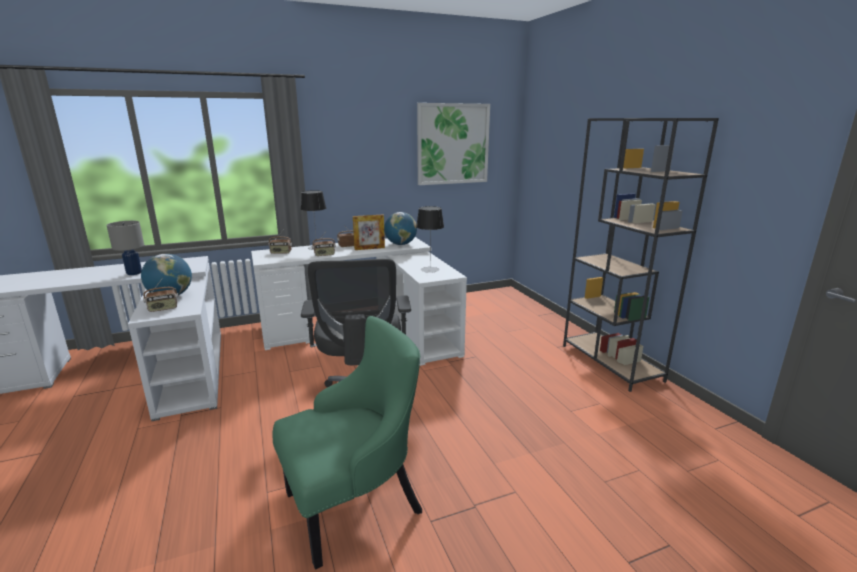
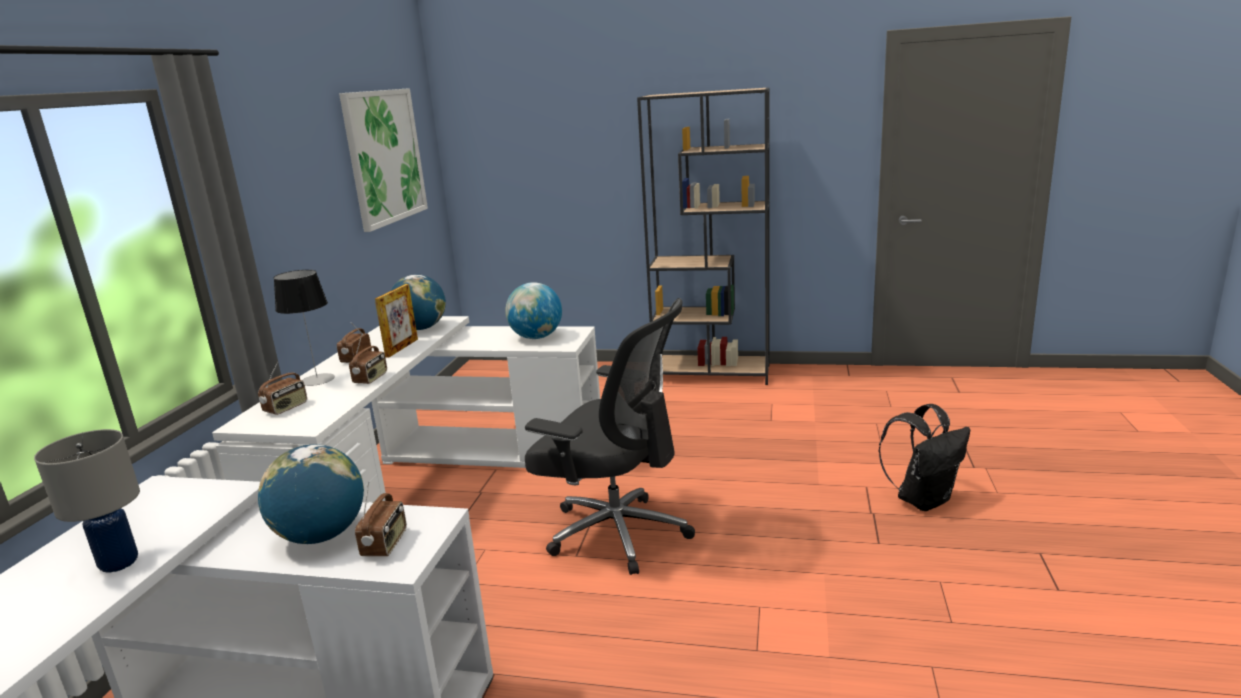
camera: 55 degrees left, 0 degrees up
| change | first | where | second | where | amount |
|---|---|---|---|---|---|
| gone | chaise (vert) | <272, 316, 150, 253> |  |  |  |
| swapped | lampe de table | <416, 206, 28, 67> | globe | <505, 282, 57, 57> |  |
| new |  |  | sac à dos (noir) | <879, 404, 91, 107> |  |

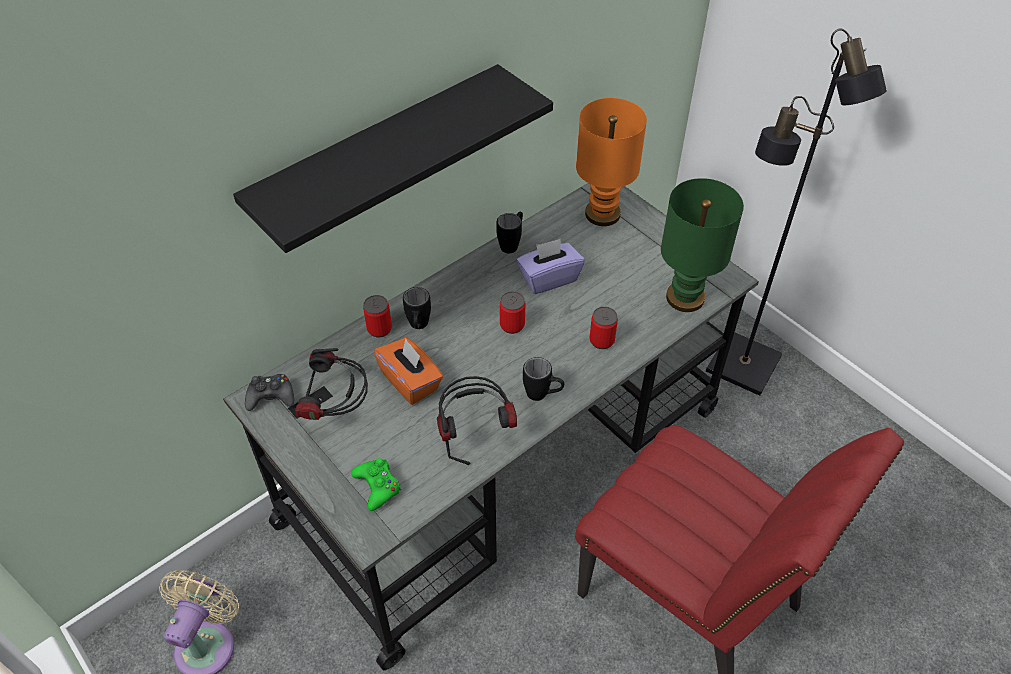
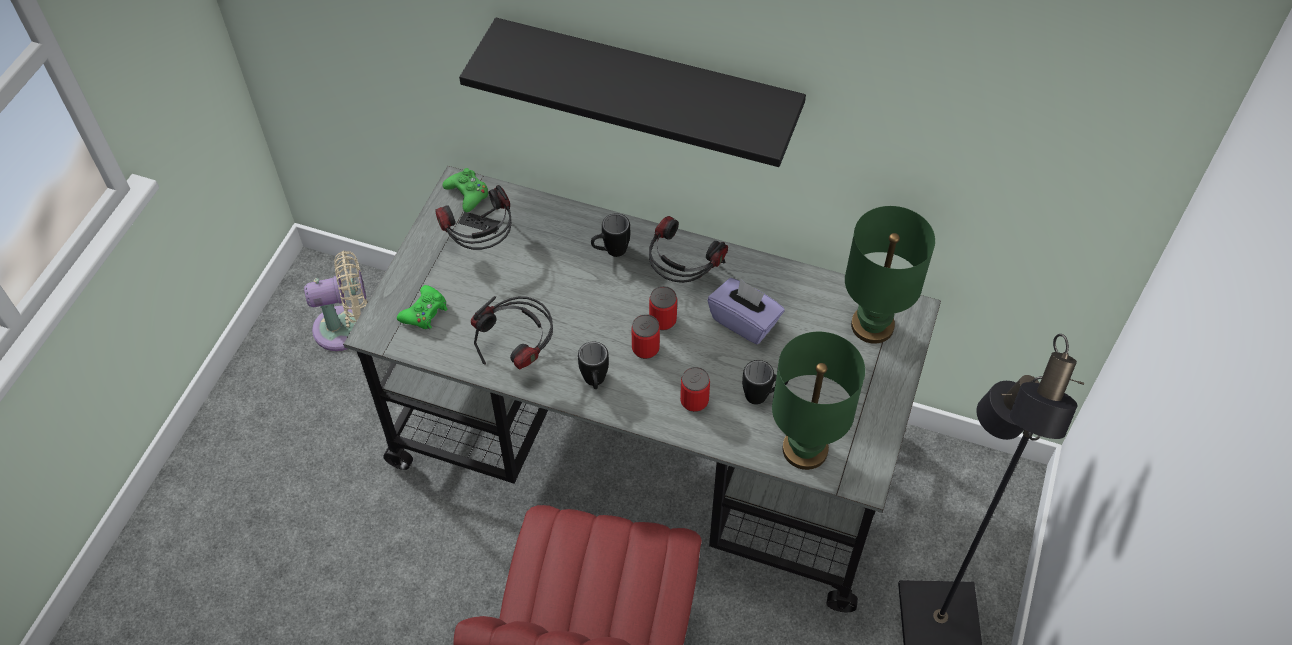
camera: 60 degrees right, 5 degrees up
| change | first | where | second | where | amount |
|---|---|---|---|---|---|
| repainted | manette (noir) | <245, 374, 49, 37> | manette (vert) | <443, 168, 46, 44> |  |
| shifted | boîte métallique | <363, 295, 29, 42> |  | <632, 314, 28, 45> |  |
| gone | boîte à mouchoirs (orange) | <374, 338, 69, 67> |  |  |  |
| shifted | mug (noir) | <496, 212, 27, 41> |  | <742, 360, 47, 45> |  |
| repainted | lampe de table (orange) | <576, 98, 71, 128> | lampe de table (vert) | <845, 206, 90, 138> |  |
| new |  |  | casque audio | <649, 216, 79, 67> |  |

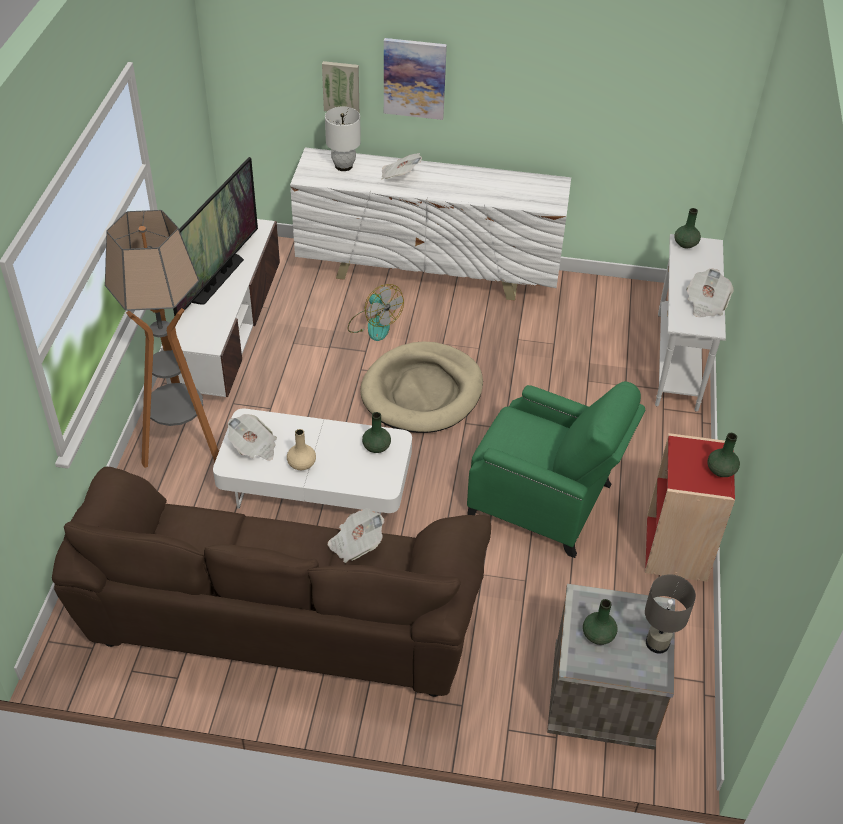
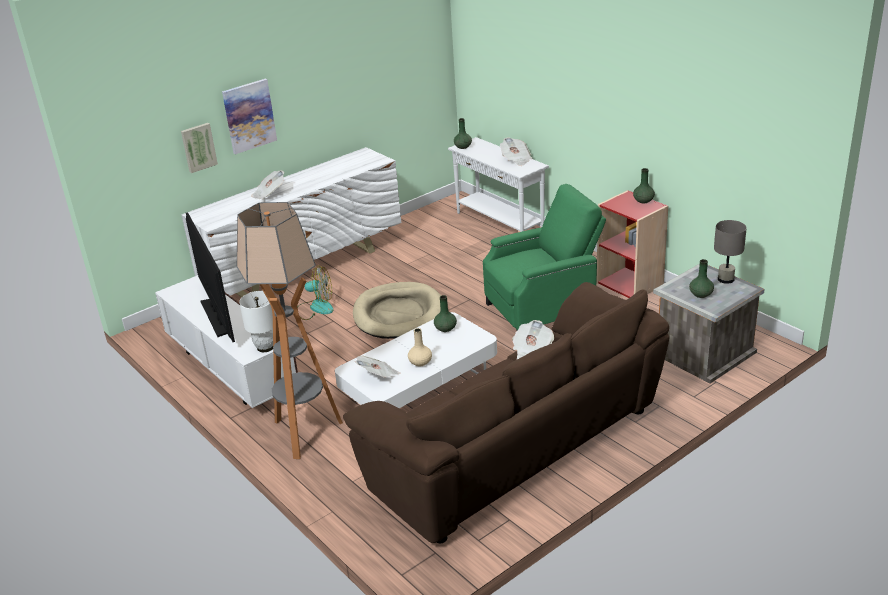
camera: 45 degrees left, 15 degrees down
| change | first | where | second | where | amount |
|---|---|---|---|---|---|
| shifted | lampe de table (blanc) | <325, 107, 36, 64> |  | <239, 291, 34, 61> |  |

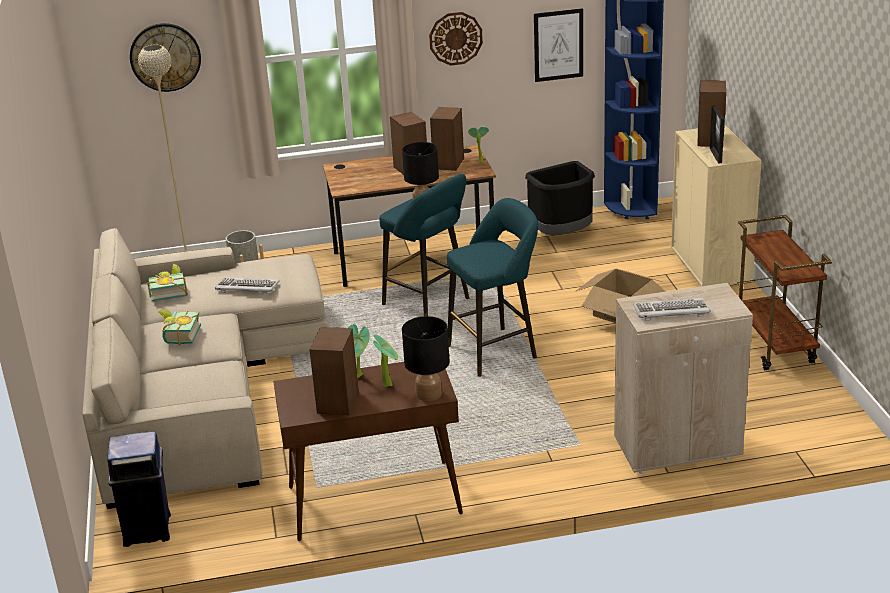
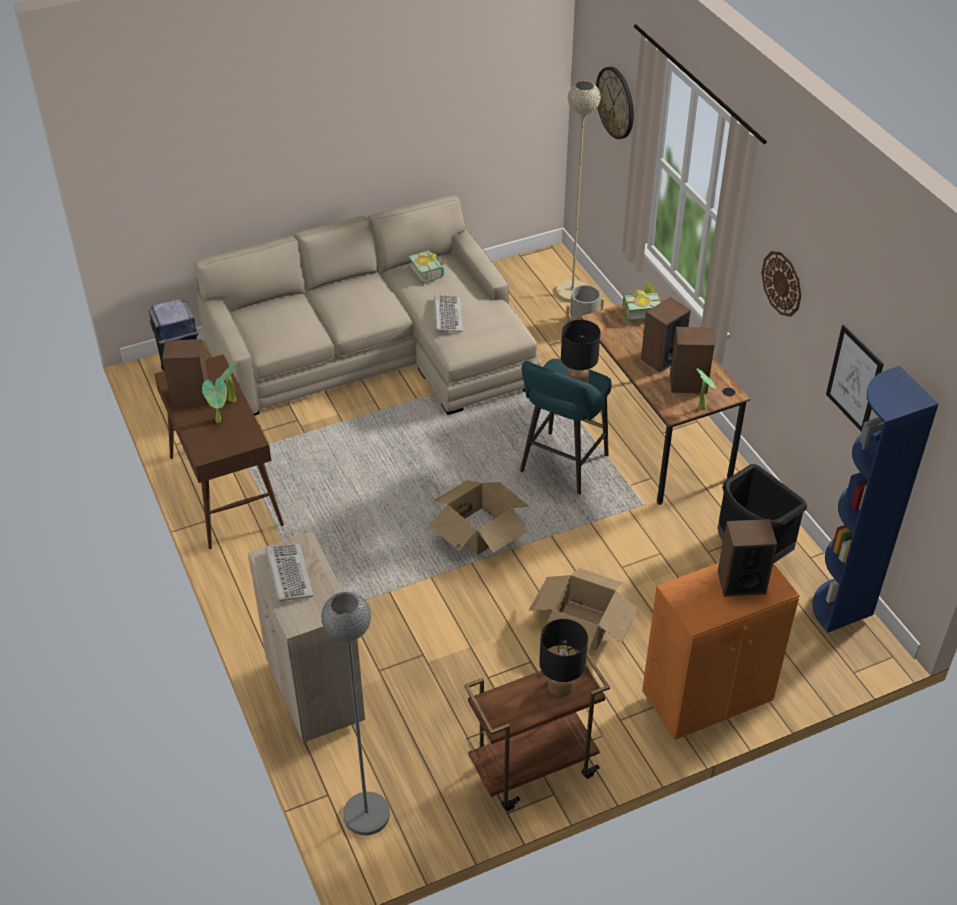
camera: 75 degrees right, 15 degrees up
| change | first | where | second | where | amount |
|---|---|---|---|---|---|
| shifted | livre | <158, 309, 43, 37> |  | <623, 282, 38, 39> |  |
| shifted | lampe de table (noir) | <402, 316, 48, 85> |  | <539, 619, 49, 78> |  |
| swapped | tabouret (turquoise) | <447, 198, 91, 179> | carton | <430, 480, 99, 75> |  |
| repainted | meuble de rangement (beige) | <671, 125, 90, 161> | meuble de rangement (orange) | <642, 563, 158, 177> |  |
| gone | cadre photo | <710, 105, 14, 58> |  |  |  |
| new |  |  | lampadaire (gris) | <321, 592, 69, 243> |  |

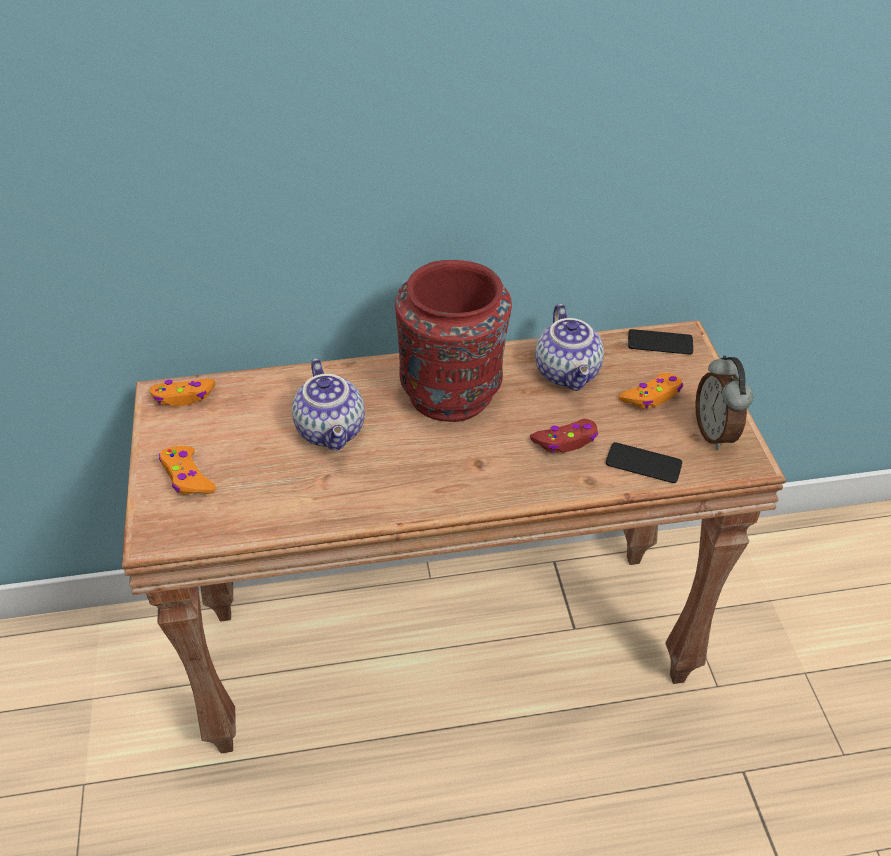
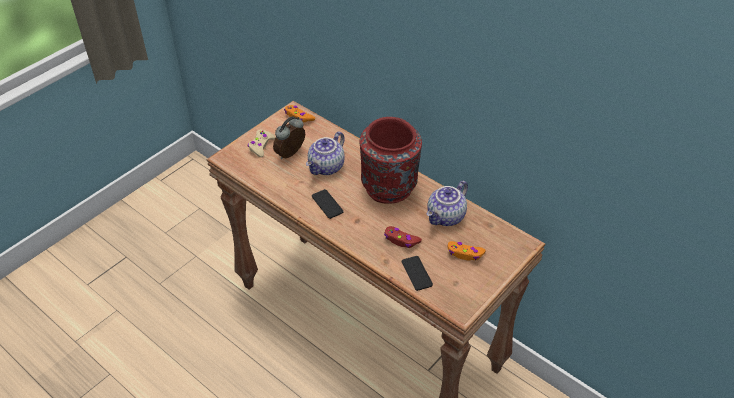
camera: 50 degrees right, 0 degrees up
| change | first | where | second | where | amount |
|---|---|---|---|---|---|
| repainted | manette (orange) | <159, 446, 57, 48> | manette (beige) | <248, 129, 28, 28> |  |
| shifted | téléphone | <628, 329, 65, 25> |  | <312, 189, 31, 30> |  |
| shifted | réveil | <695, 356, 58, 94> |  | <273, 116, 32, 43> |  |

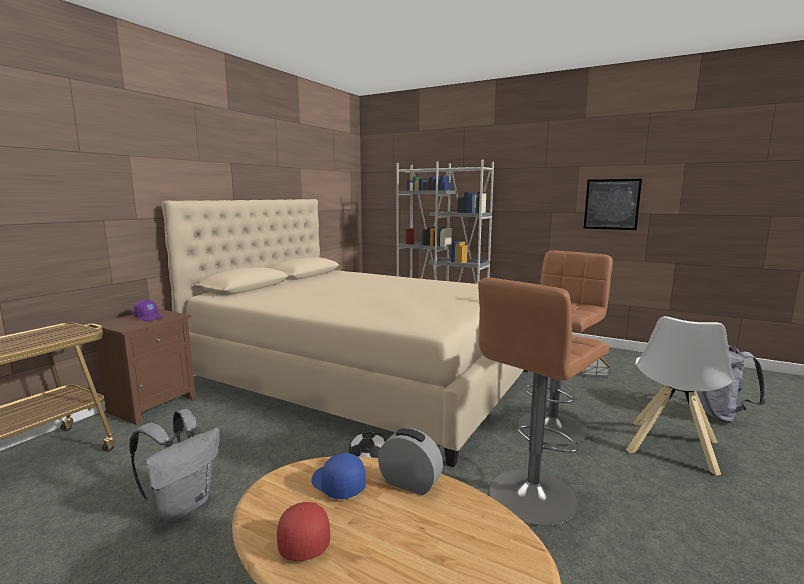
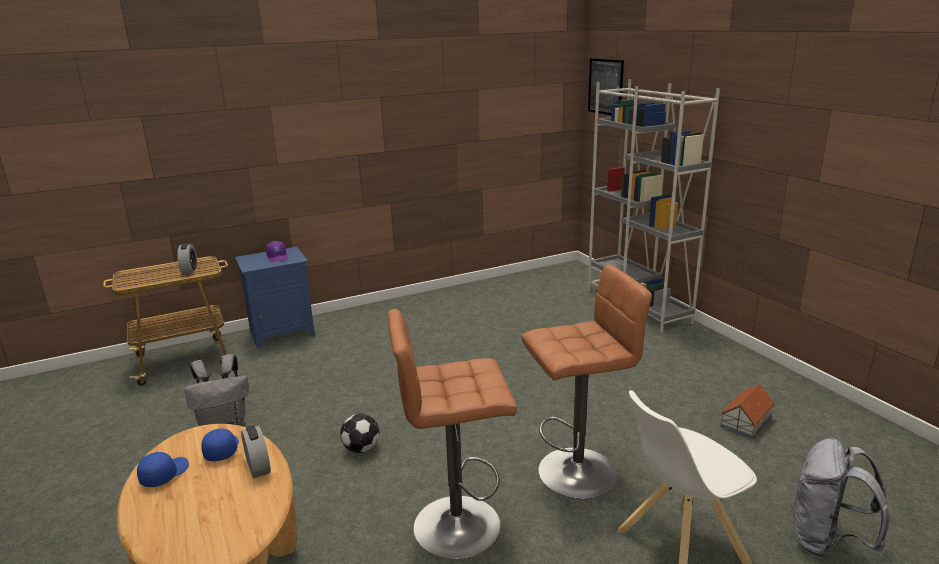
camera: 35 degrees right, 10 degrees up
| change | first | where | second | where | amount |
|---|---|---|---|---|---|
| repainted | table de chevet (marron) | <89, 309, 107, 116> | table de chevet (bleu) | <235, 247, 80, 101> |  |
| gone | lit (beige) | <162, 199, 366, 268> |  |  |  |
| repainted | casquette (rouge) | <277, 502, 53, 59> | casquette (bleu) | <137, 452, 52, 35> |  |
| shifted | tableau | <584, 179, 58, 51> |  | <588, 58, 36, 57> |  |
| new |  |  | réveil | <177, 243, 20, 32> |  |

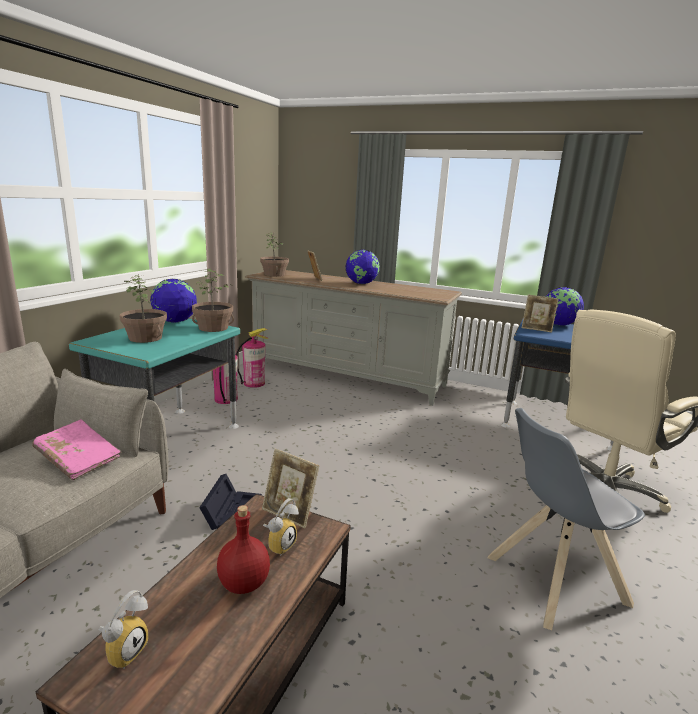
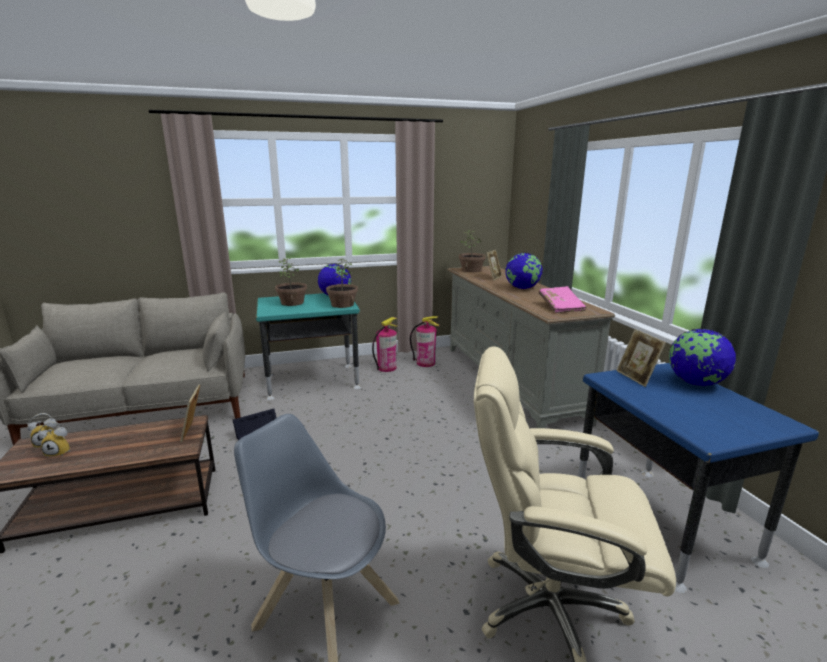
camera: 50 degrees right, 0 degrees up
| change | first | where | second | where | amount |
|---|---|---|---|---|---|
| shifted | livre (rose) | <32, 419, 89, 61> |  | <539, 286, 48, 27> |  |
| gone | bouteille (rouge) | <217, 505, 53, 89> |  |  |  |
| shifted | réveil | <263, 498, 36, 58> |  | <38, 421, 32, 37> |  |

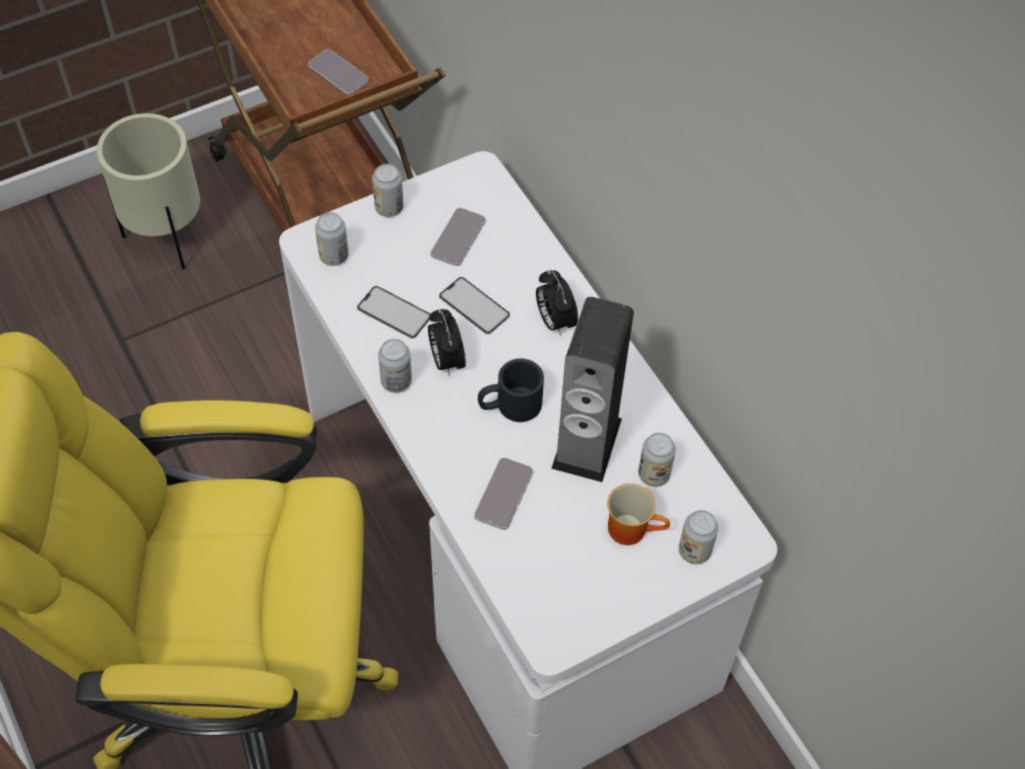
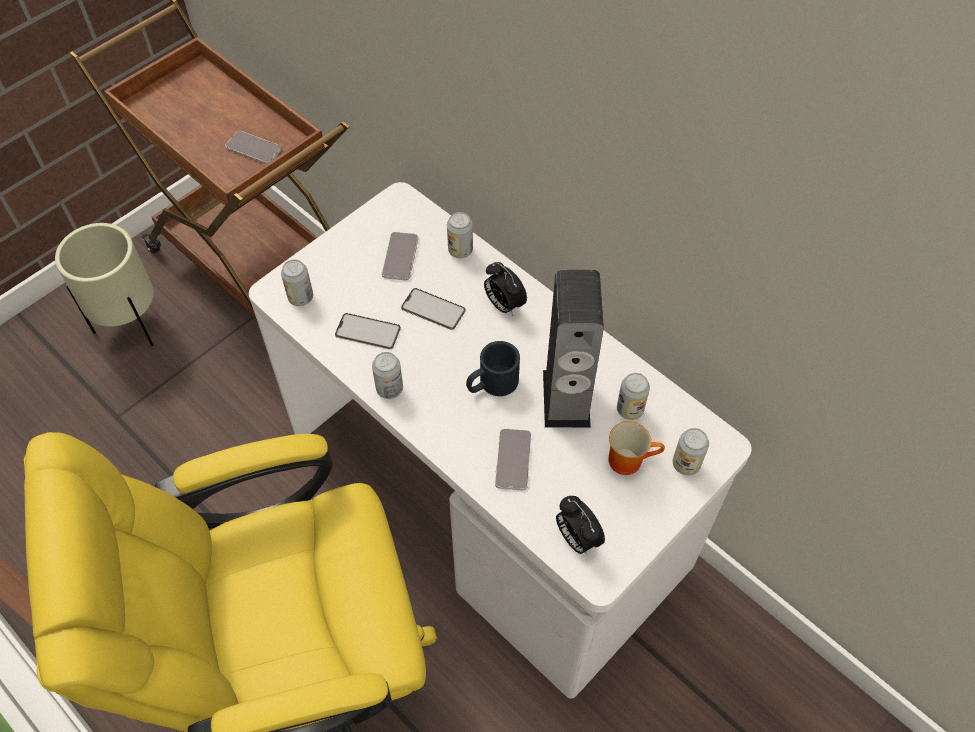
camera: 15 degrees left, 0 degrees up
| change | first | where | second | where | amount |
|---|---|---|---|---|---|
| shifted | boîte métallique | <372, 164, 32, 53> |  | <447, 212, 26, 46> |  |
| shifted | réveil | <428, 309, 38, 67> |  | <556, 496, 49, 58> |  |

